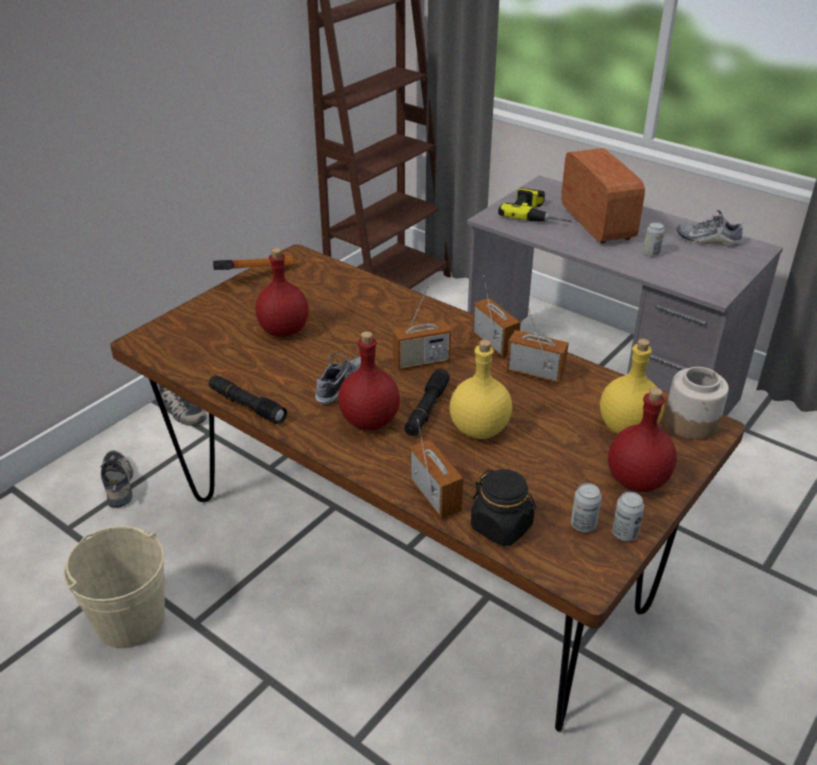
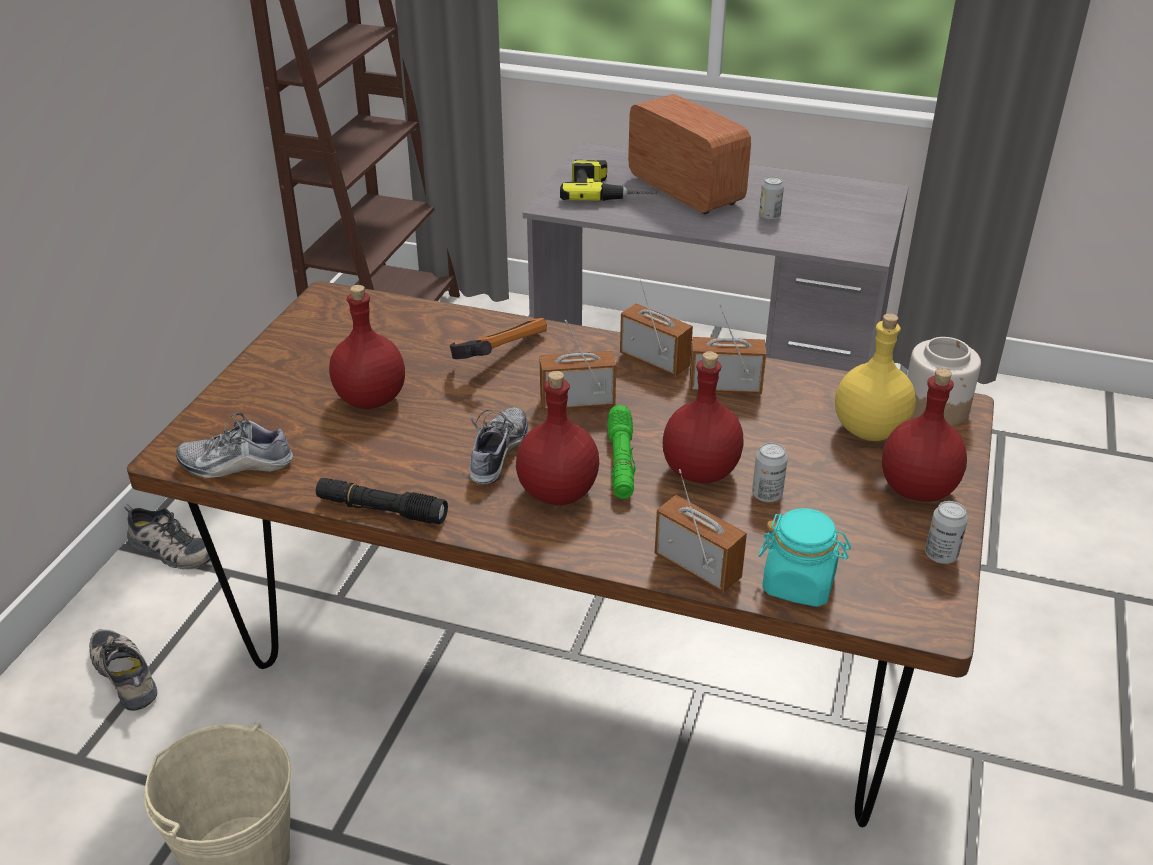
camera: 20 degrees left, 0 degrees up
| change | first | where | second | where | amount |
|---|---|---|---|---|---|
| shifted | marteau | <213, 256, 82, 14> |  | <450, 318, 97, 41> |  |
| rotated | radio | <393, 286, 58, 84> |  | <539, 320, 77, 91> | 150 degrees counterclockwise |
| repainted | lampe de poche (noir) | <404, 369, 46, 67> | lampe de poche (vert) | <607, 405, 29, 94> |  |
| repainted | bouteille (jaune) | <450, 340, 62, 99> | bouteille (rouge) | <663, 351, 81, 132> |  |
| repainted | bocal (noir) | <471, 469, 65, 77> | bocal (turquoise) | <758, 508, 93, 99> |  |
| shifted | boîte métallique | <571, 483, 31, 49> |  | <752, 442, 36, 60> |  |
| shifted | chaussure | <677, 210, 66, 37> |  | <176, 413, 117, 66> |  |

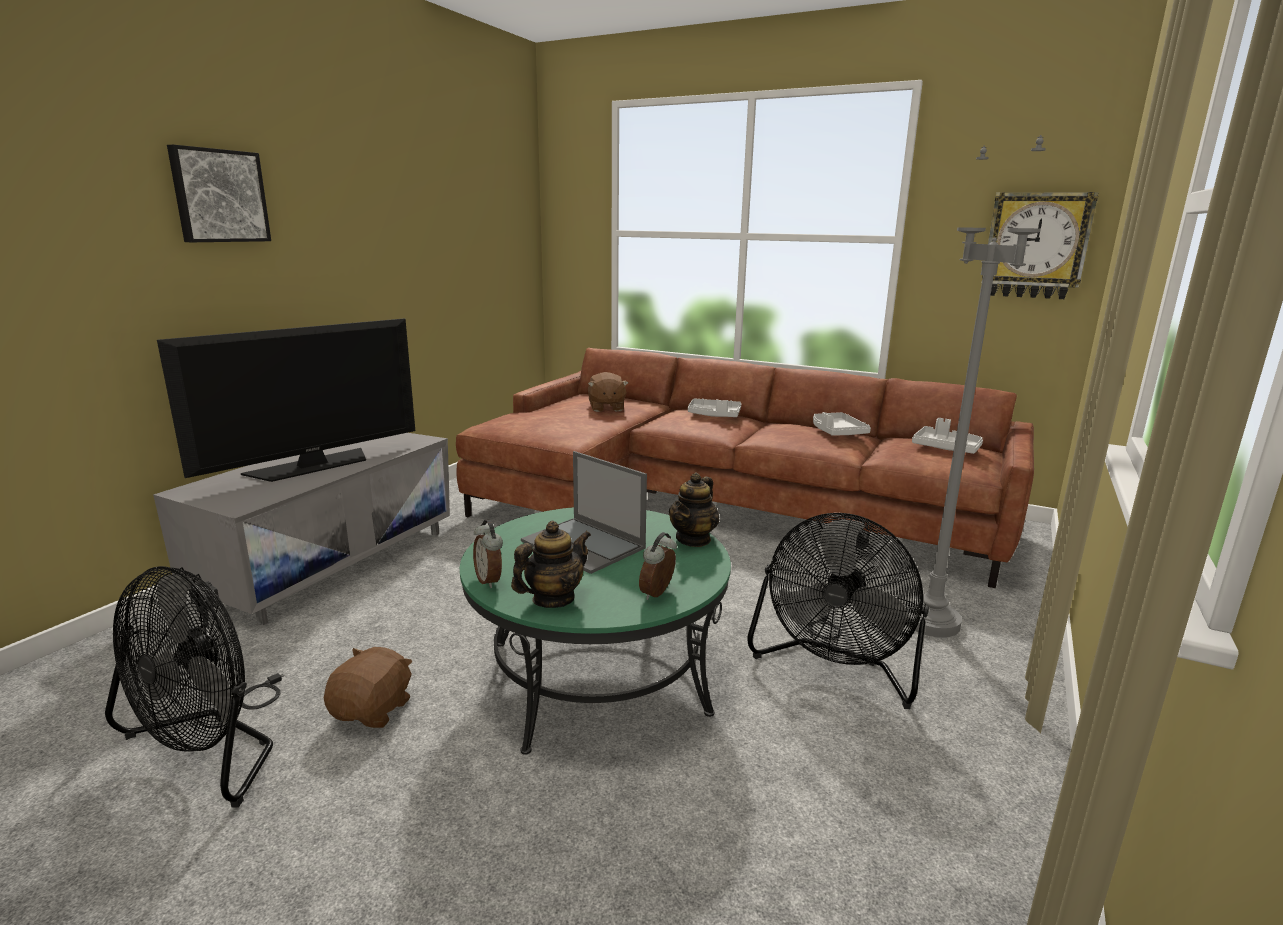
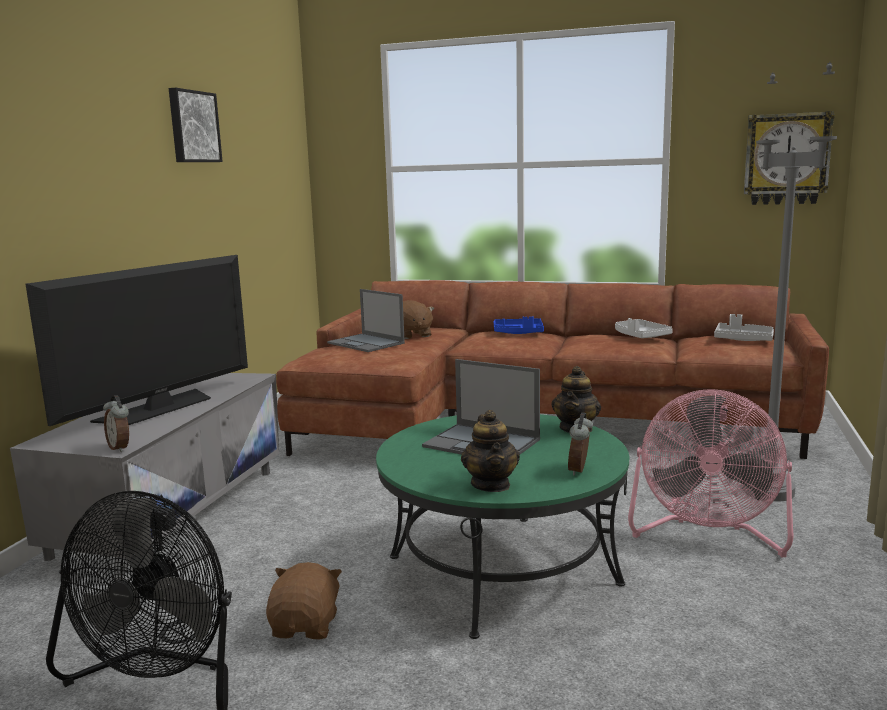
camera: 10 degrees left, 5 degrees down
| change | first | where | second | where | amount |
|---|---|---|---|---|---|
| shifted | tableau | <167, 144, 104, 98> |  | <169, 88, 54, 74> |  |
| shifted | réveil | <473, 520, 30, 68> |  | <103, 395, 26, 57> |  |
| rotated | théière | <511, 521, 80, 87> |  | <461, 410, 59, 82> | 135 degrees clockwise |
| repainted | plateau (gris) | <688, 398, 53, 19> | plateau (bleu) | <494, 316, 50, 18> |  |
| repainted | ventilateur (noir) | <747, 513, 182, 196> | ventilateur (rose) | <628, 390, 166, 168> |  |
| new |  |  | ordinateur portable | <327, 289, 78, 63> |  |

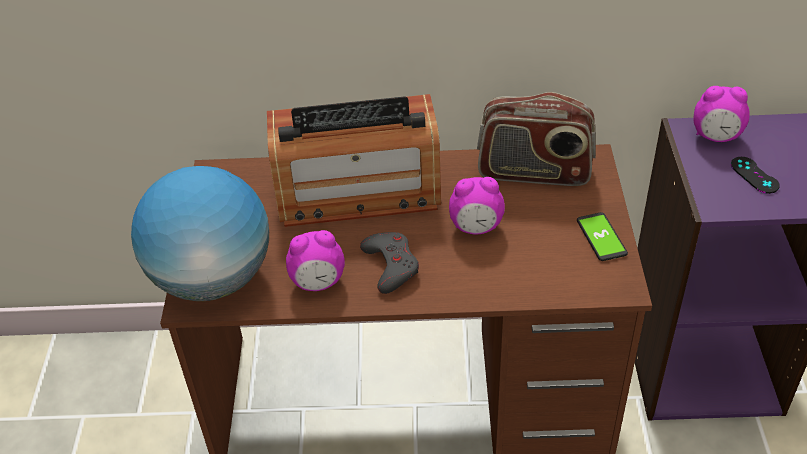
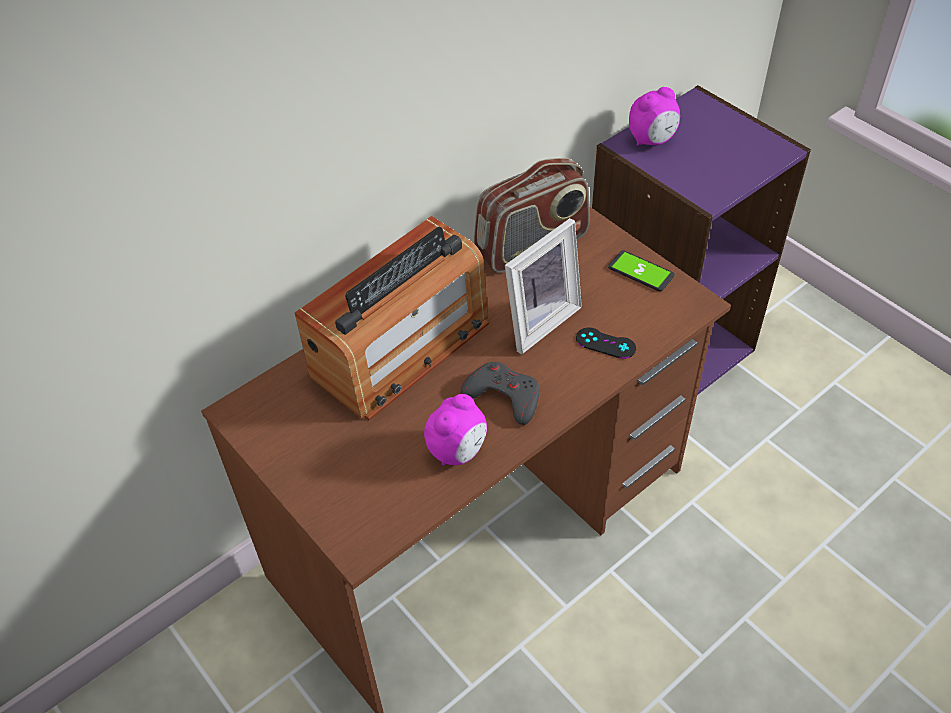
camera: 40 degrees left, 5 degrees up
| change | first | where | second | where | amount |
|---|---|---|---|---|---|
| gone | globe | <131, 166, 138, 135> |  |  |  |
| swapped | réveil | <449, 177, 56, 58> | cadre photo | <505, 218, 77, 136> |  |
| shifted | manette (noir) | <731, 157, 49, 37> |  | <576, 327, 60, 32> |  |

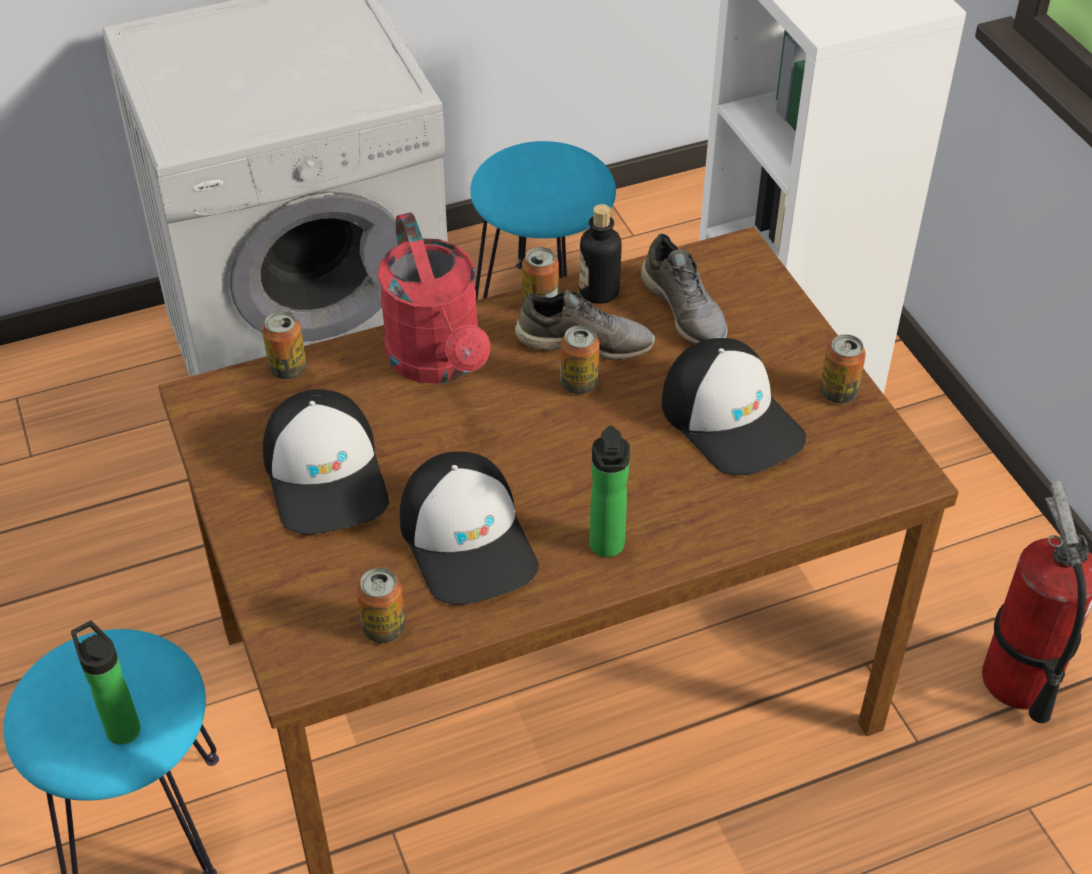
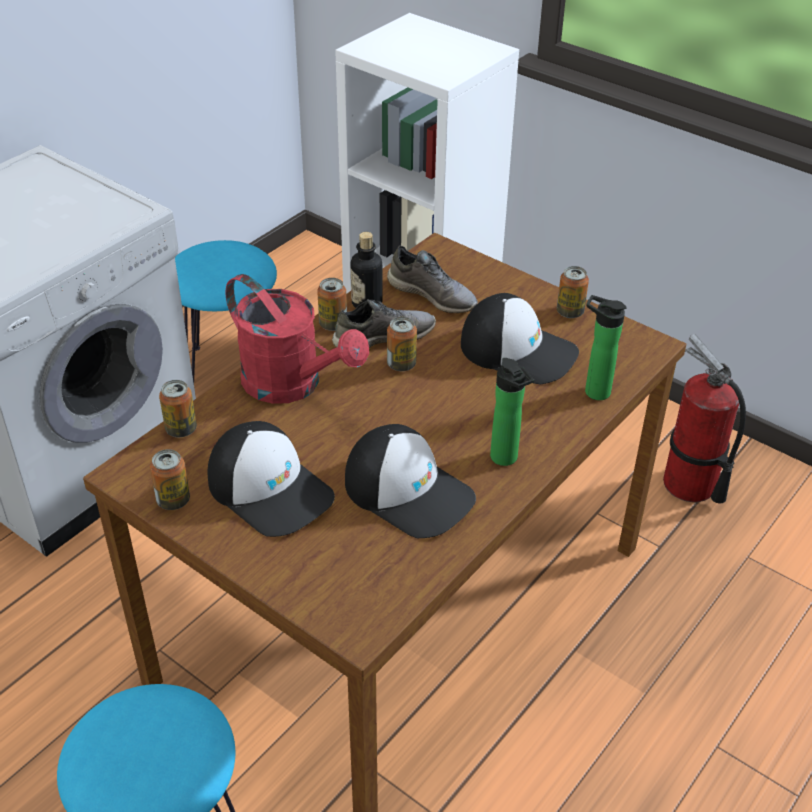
camera: 30 degrees left, 5 degrees down
| change | first | where | second | where | amount |
|---|---|---|---|---|---|
| shifted | bouteille | <71, 621, 70, 124> |  | <585, 295, 42, 105> |  |
| shifted | boîte métallique | <357, 568, 48, 75> |  | <150, 449, 40, 61> |  |

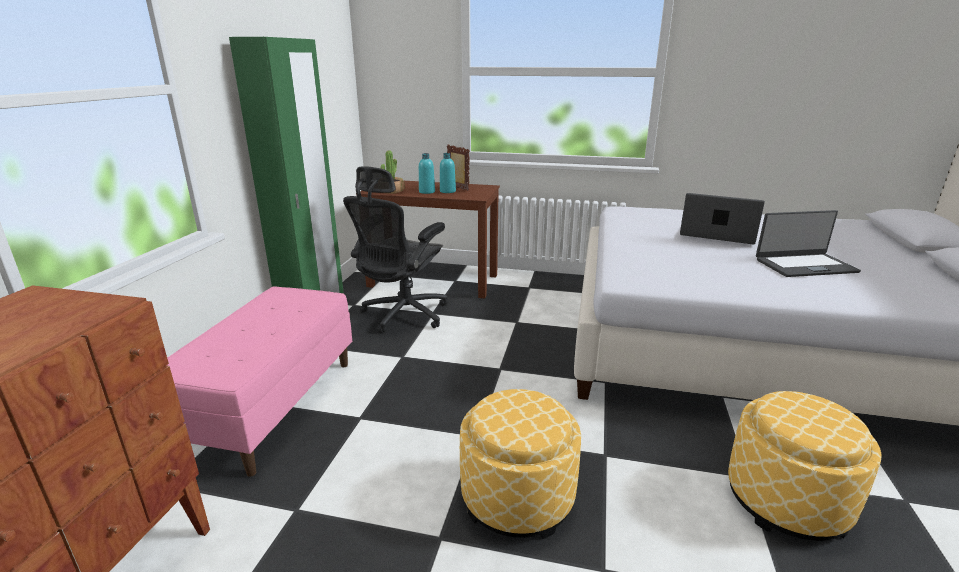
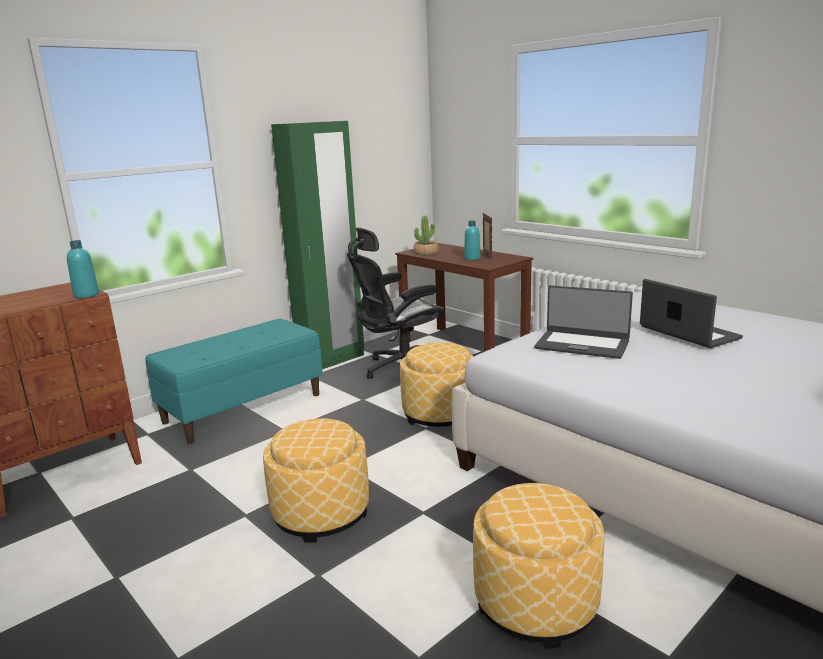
camera: 35 degrees right, 5 degrees down
| change | first | where | second | where | amount |
|---|---|---|---|---|---|
| repainted | banc (rose) | <167, 286, 185, 191> | banc (turquoise) | <146, 319, 177, 125> |  |
| shifted | bouteille (turquoise) | <419, 153, 16, 41> |  | <67, 240, 32, 58> |  |
| shifted | ordinateur portable | <756, 210, 105, 67> |  | <534, 285, 99, 74> |  |
| new |  |  | pouf | <400, 342, 73, 85> |  |

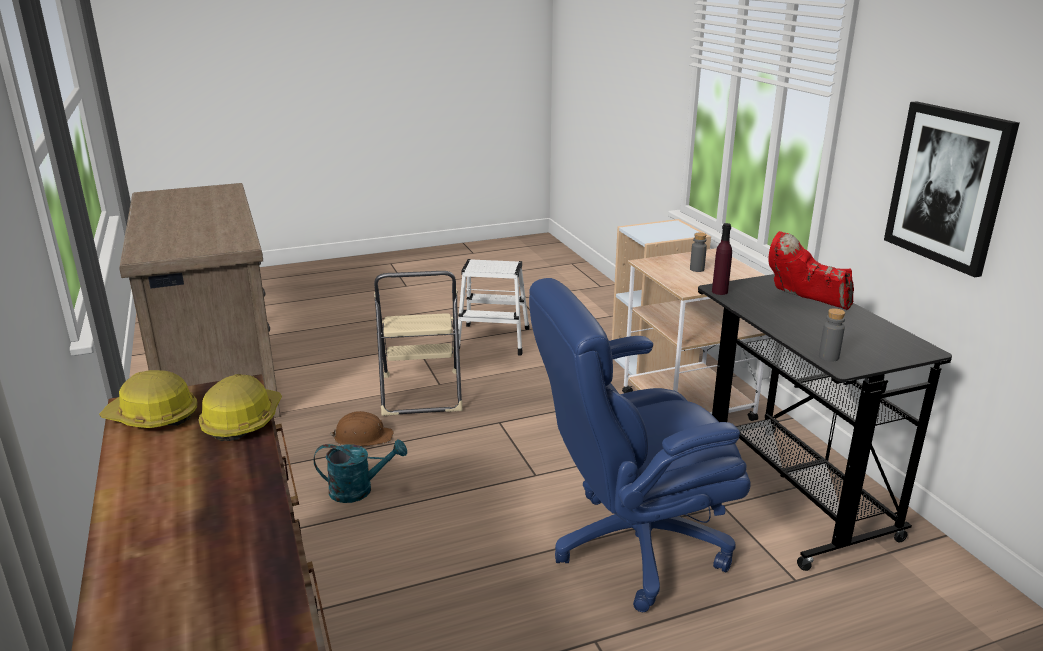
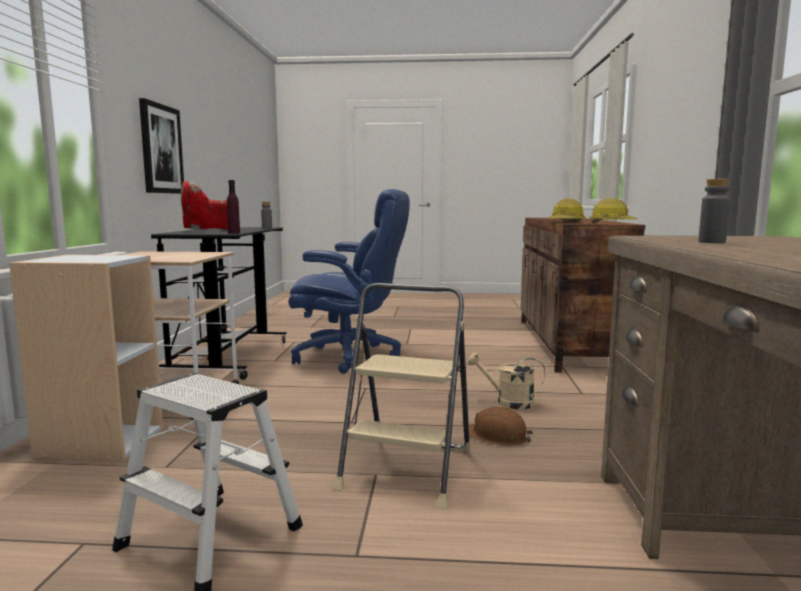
camera: 155 degrees left, 15 degrees down
| change | first | where | second | where | amount |
|---|---|---|---|---|---|
| repainted | arrosoir (turquoise) | <314, 439, 93, 64> | arrosoir (beige) | <467, 353, 78, 56> |  |
| shifted | bouteille (gris) | <690, 233, 17, 39> |  | <699, 179, 31, 64> |  |
| rotated | botte (rouge) | <768, 231, 86, 79> |  | <181, 181, 47, 48> | 90 degrees clockwise |

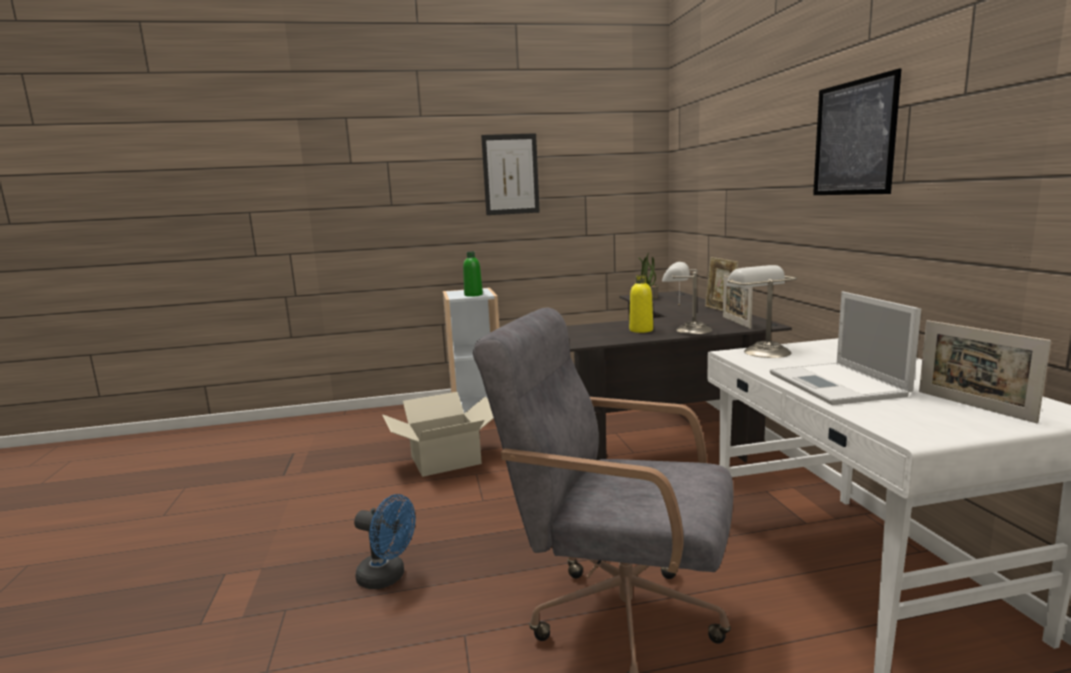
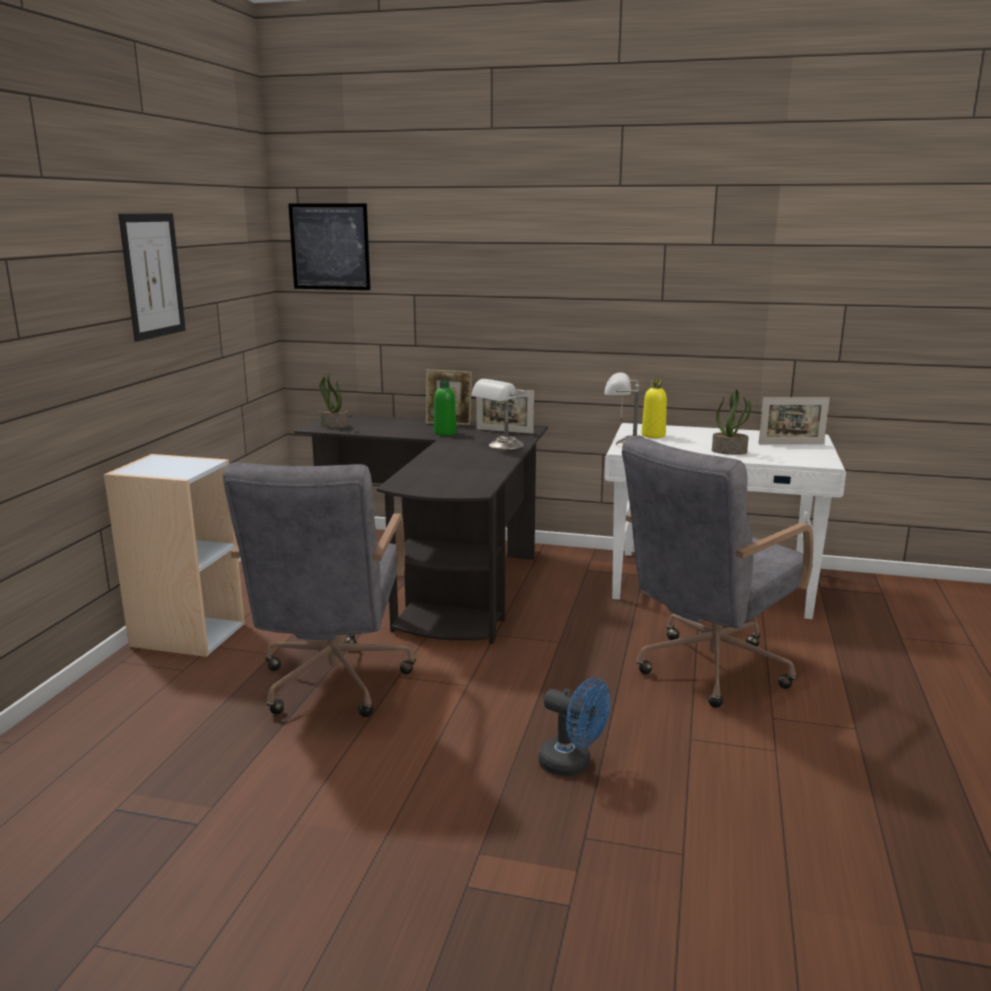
camera: 65 degrees left, 5 degrees up
| change | first | where | second | where | amount |
|---|---|---|---|---|---|
| rotated | ventilateur (bleu) | <354, 494, 62, 95> |  | <538, 678, 72, 99> | 75 degrees clockwise |
| swapped | carton | <382, 392, 112, 85> | chaise de bureau (gris) | <223, 463, 193, 254> |  |
| shifted | bouteille (vert) | <463, 252, 20, 45> |  | <434, 380, 23, 56> |  |
| shifted | bouteille (jaune) | <629, 275, 24, 58> |  | <641, 380, 26, 58> |  |
| swapped | ordinateur portable | <770, 291, 151, 114> | plante en pot | <712, 389, 39, 66> |  |
| shifted | tableau | <813, 69, 88, 126> |  | <288, 203, 83, 87> |  |

